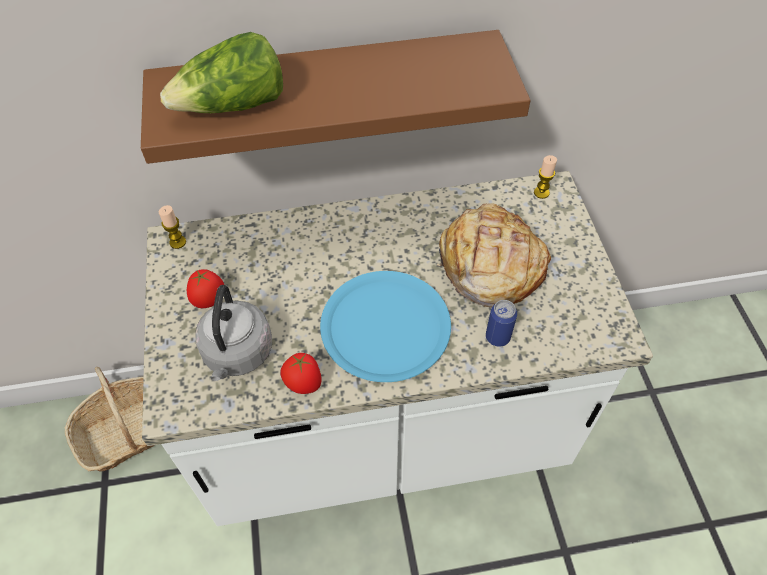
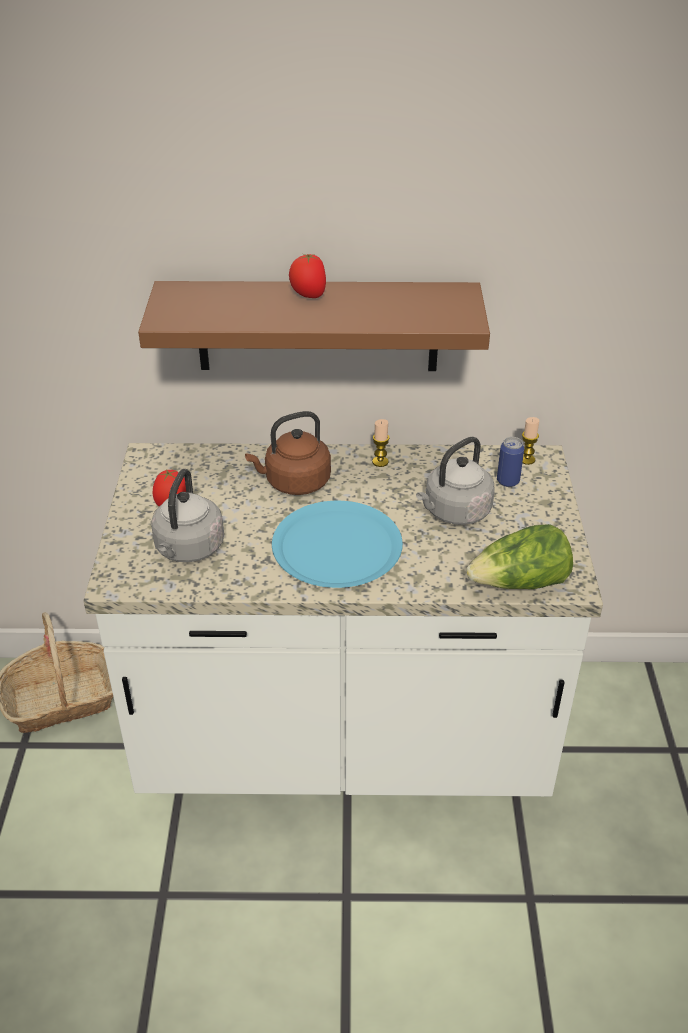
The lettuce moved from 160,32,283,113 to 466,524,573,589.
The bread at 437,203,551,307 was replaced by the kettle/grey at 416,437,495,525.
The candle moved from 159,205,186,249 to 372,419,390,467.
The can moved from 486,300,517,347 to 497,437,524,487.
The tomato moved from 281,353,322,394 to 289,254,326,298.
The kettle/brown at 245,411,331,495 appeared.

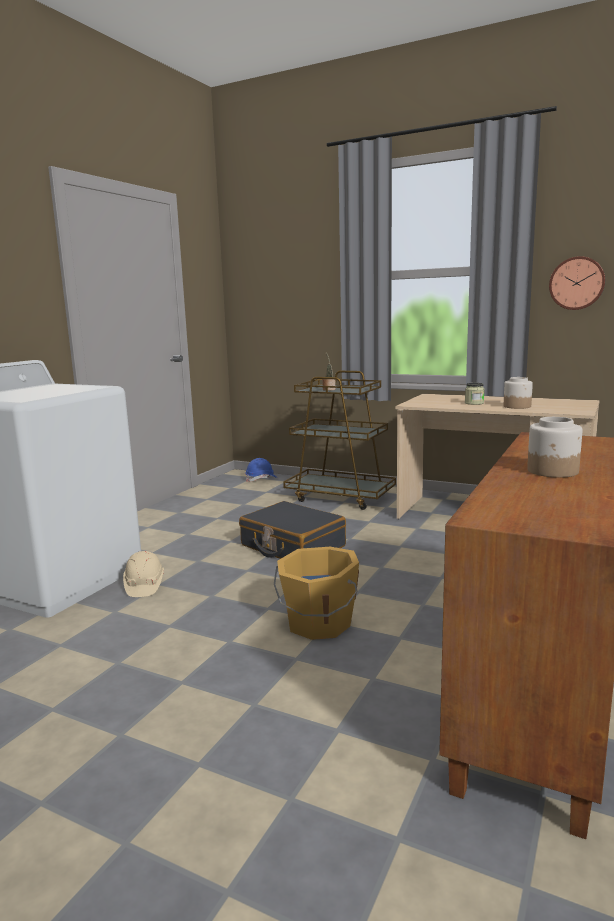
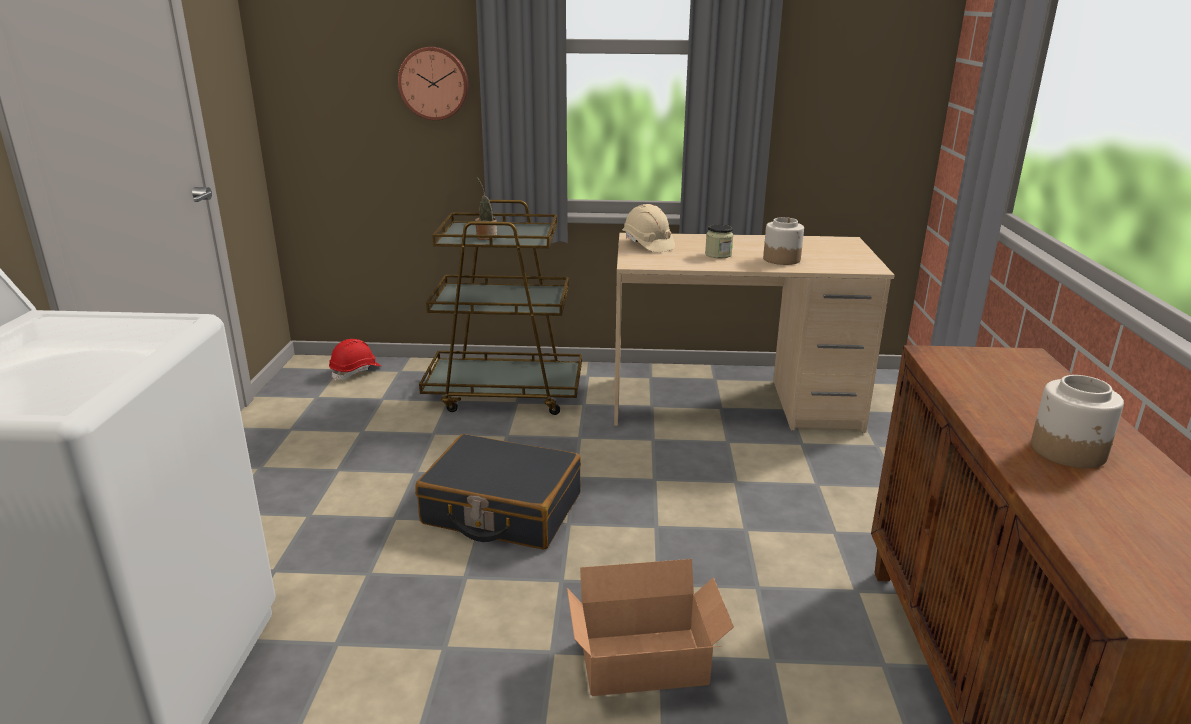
The wall clock moved from 549,256,605,310 to 398,47,469,120.
The hard hat/blue at 245,458,277,482 became the hard hat/red at 329,339,381,381.
The bucket/orange at 274,547,359,640 was replaced by the cardboard box at 567,559,734,696.
The hard hat/beige moved from 123,551,164,597 to 622,204,675,252.

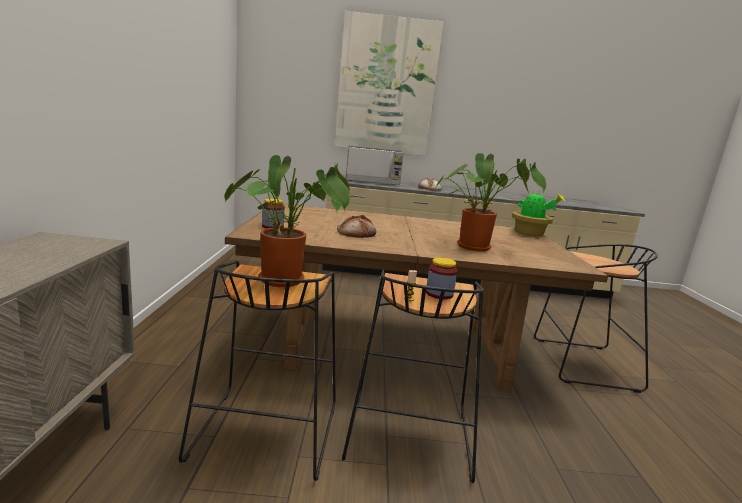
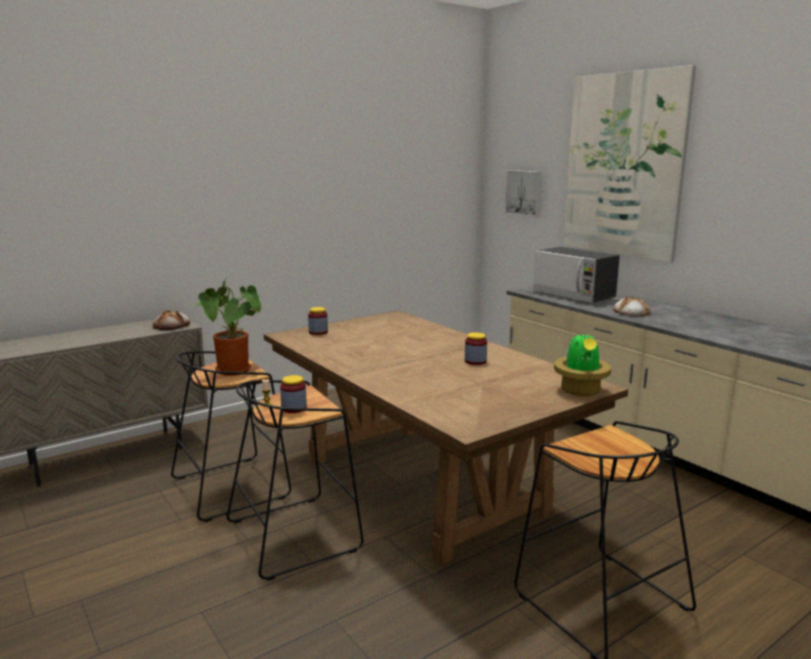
The potted plant at 436,153,546,252 disappeared.
The bread moved from 337,215,377,238 to 153,310,190,330.
The picture at 505,170,542,217 appeared.
The jar at 465,332,487,365 appeared.

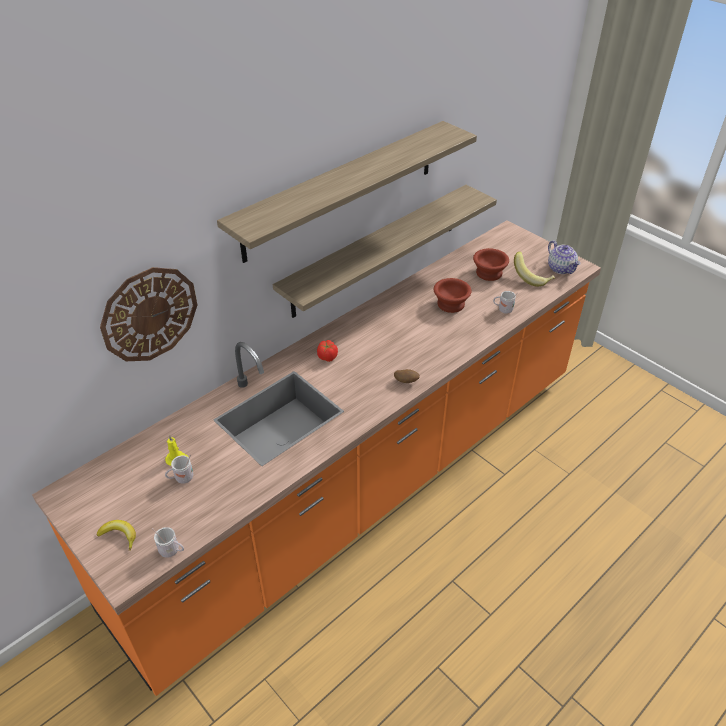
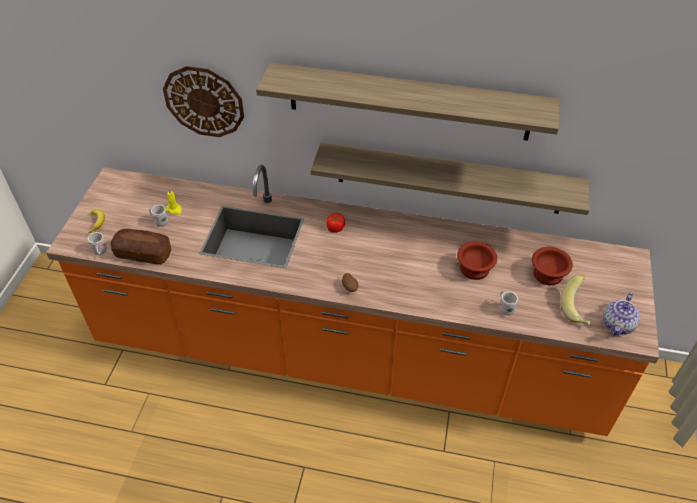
The bread at 111,229,171,264 appeared.

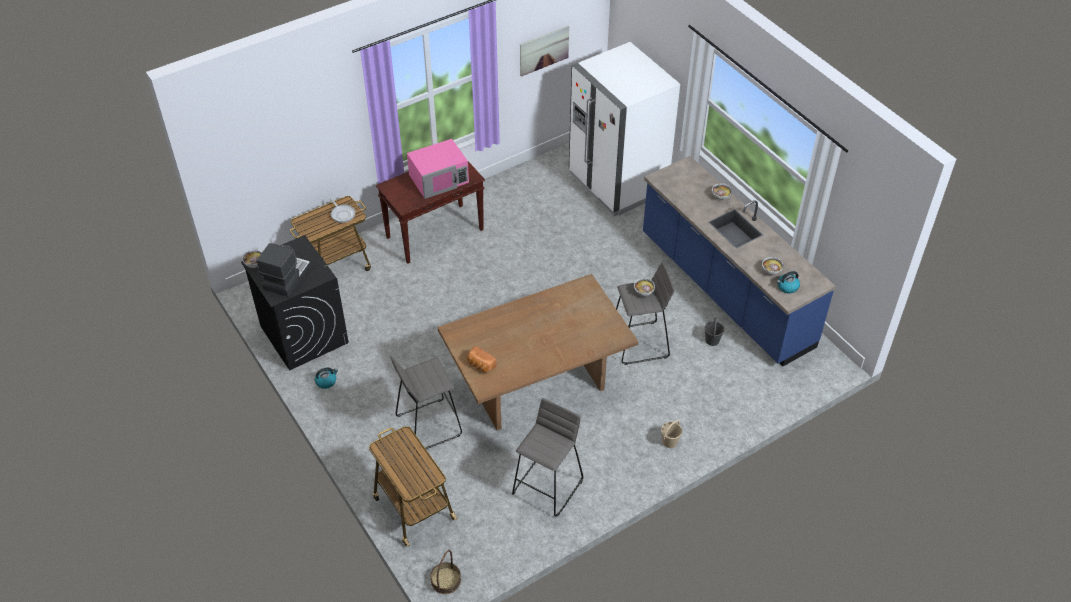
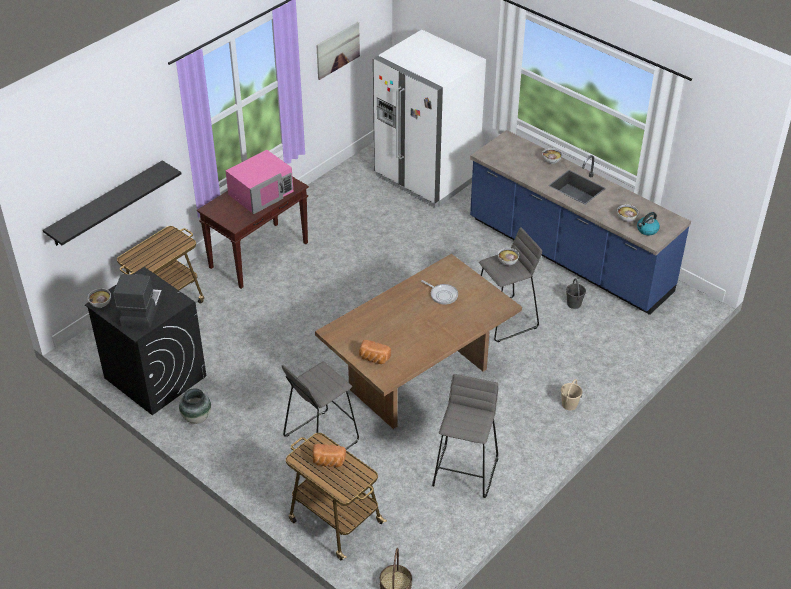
The frying pan moved from 330,198,355,223 to 421,280,458,305.
The kettle at 315,368,338,389 was replaced by the vase at 179,388,211,424.
The shelf/black at 43,160,181,246 appeared.
The bread at 313,444,346,467 appeared.

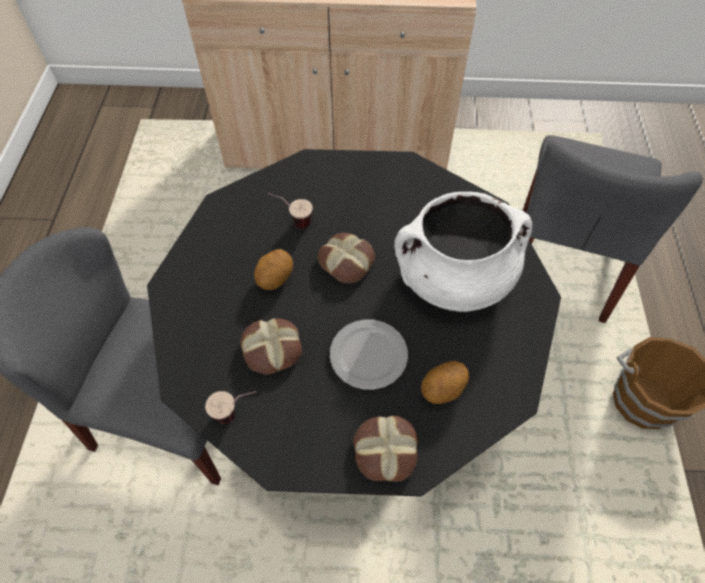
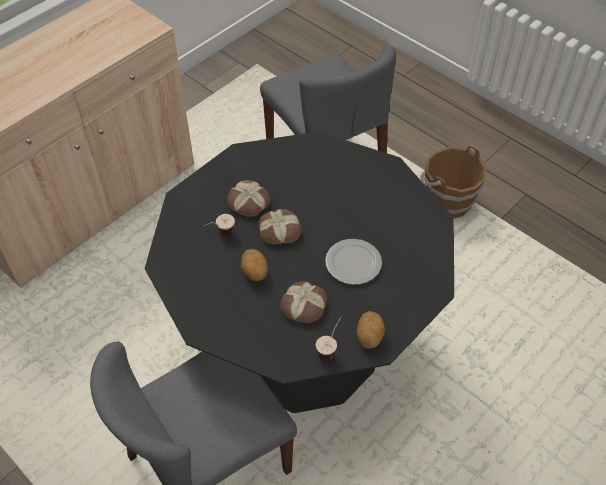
The cooking pot/white at 394,192,532,312 disappeared.
The potato moved from 421,361,469,404 to 356,311,385,349.
The bread moved from 353,416,418,482 to 227,180,270,217.

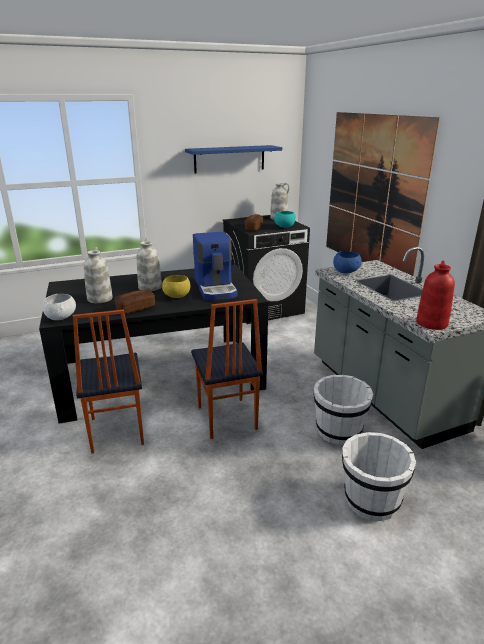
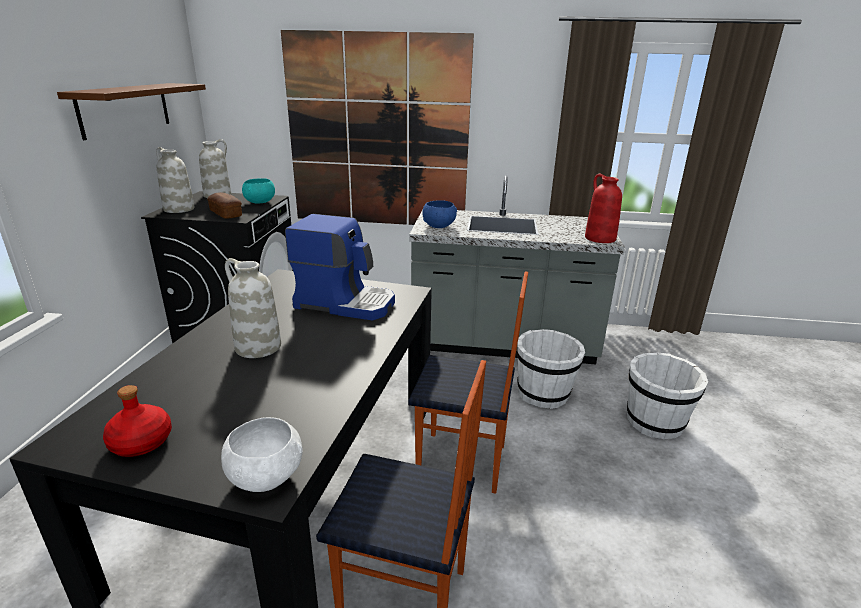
The shelf/blue at 185,145,282,174 became the shelf/brown at 57,83,206,140.
The vase/white moved from 84,247,113,303 to 156,147,195,213.
The bowl/yellow at 162,275,190,298 disappeared.
The bread at 115,290,155,314 disappeared.
The bottle/red at 103,385,172,457 appeared.

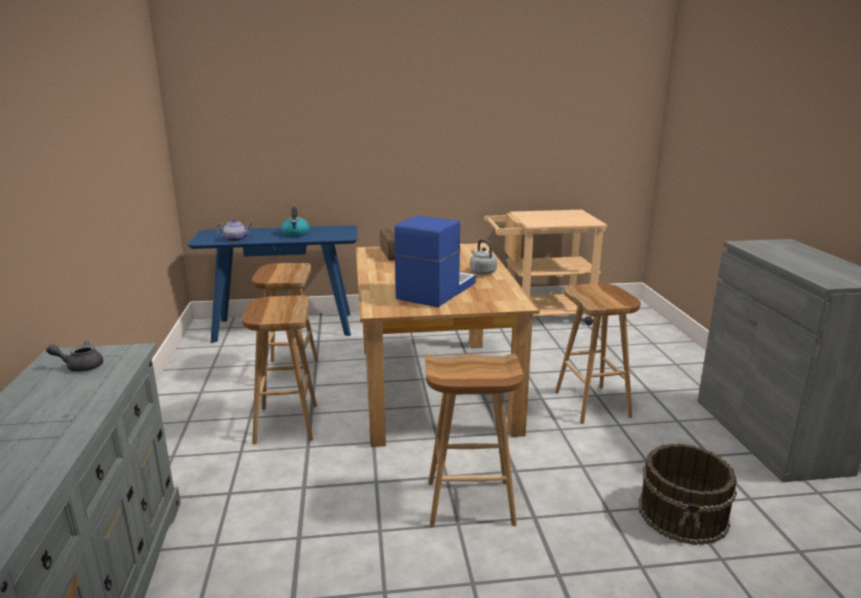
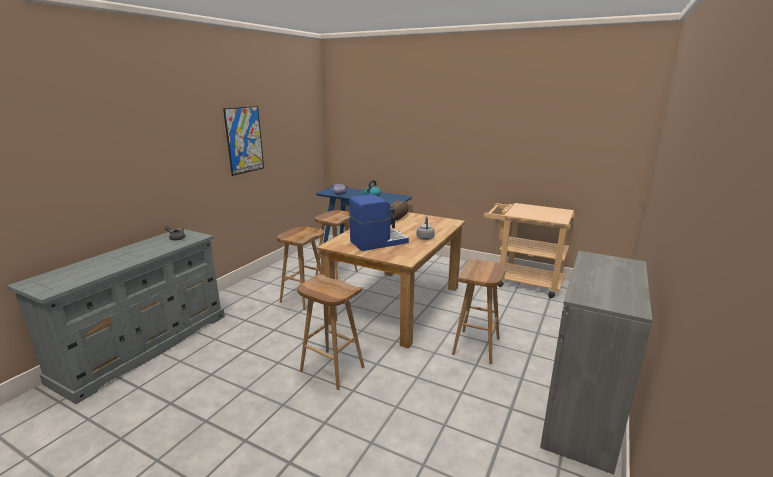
The bucket/brown at 639,443,737,545 disappeared.
The picture at 223,106,264,176 appeared.

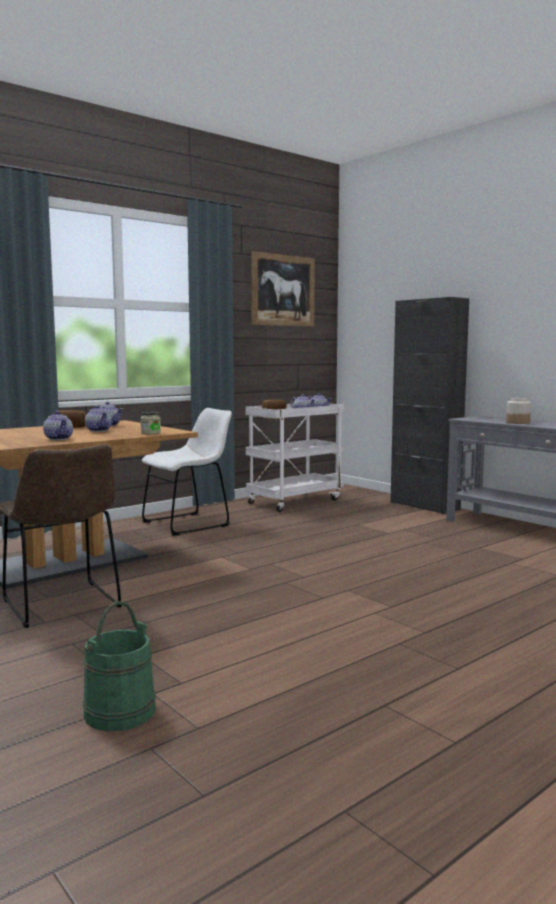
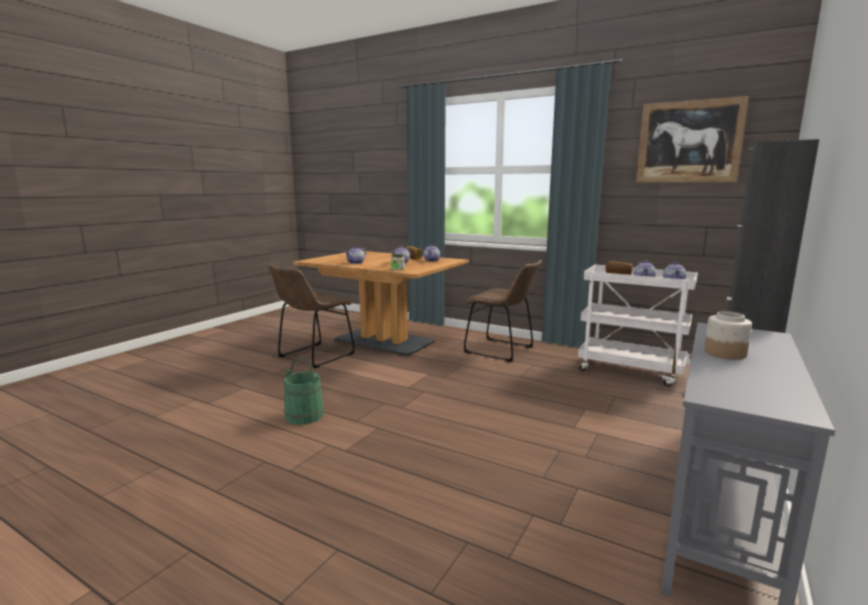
The chair/white at 142,408,232,535 became the chair/brown at 464,260,542,362.
The bucket/green moved from 83,601,156,731 to 284,356,324,425.

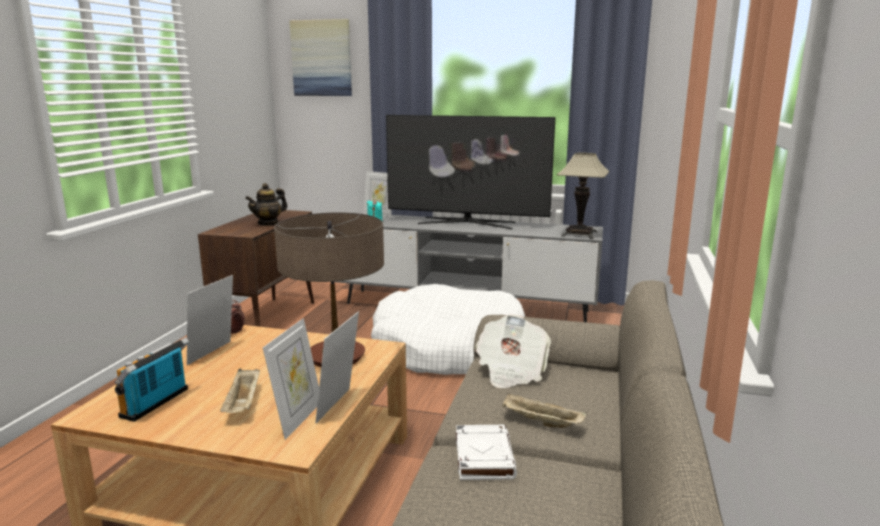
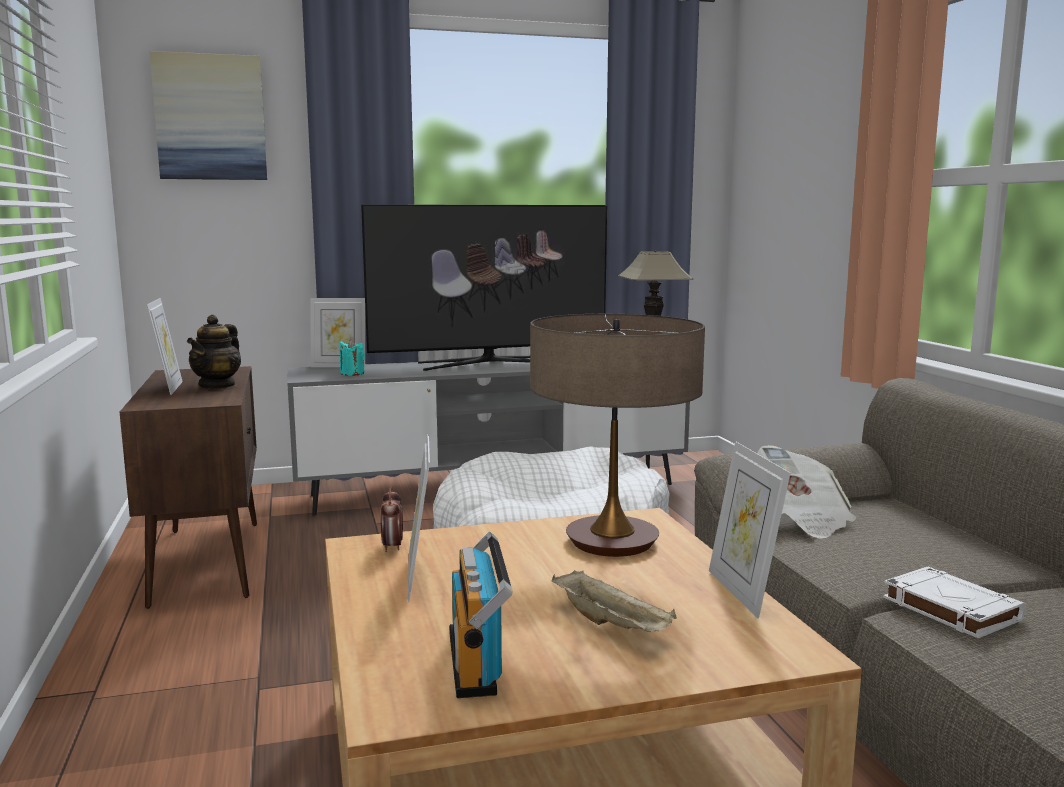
The picture frame moved from 263,318,319,440 to 146,298,183,395.
The tray/beige at 502,393,587,428 disappeared.

